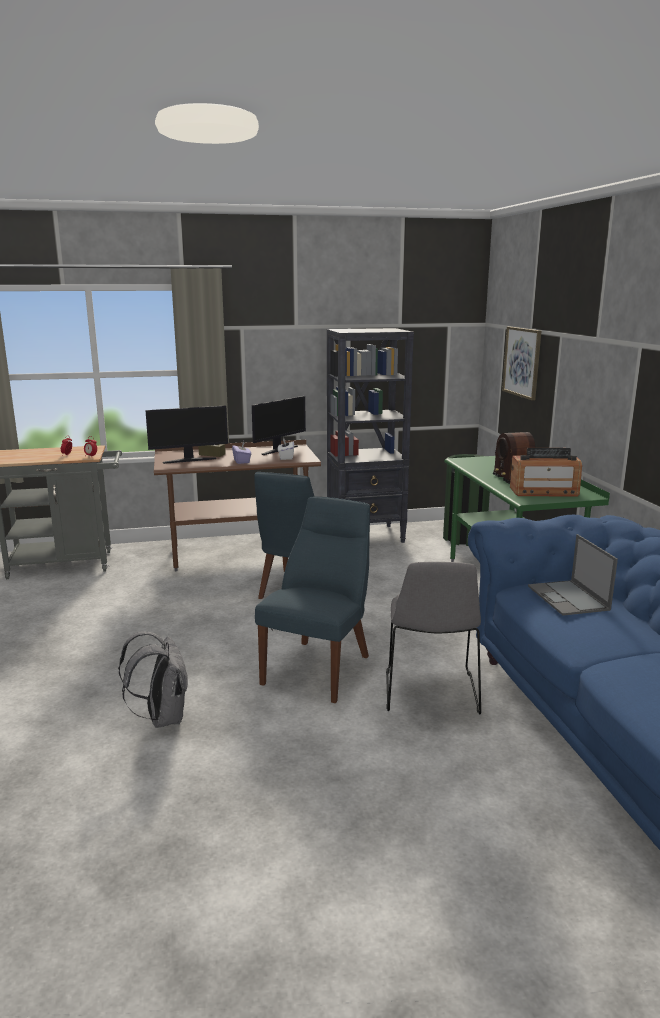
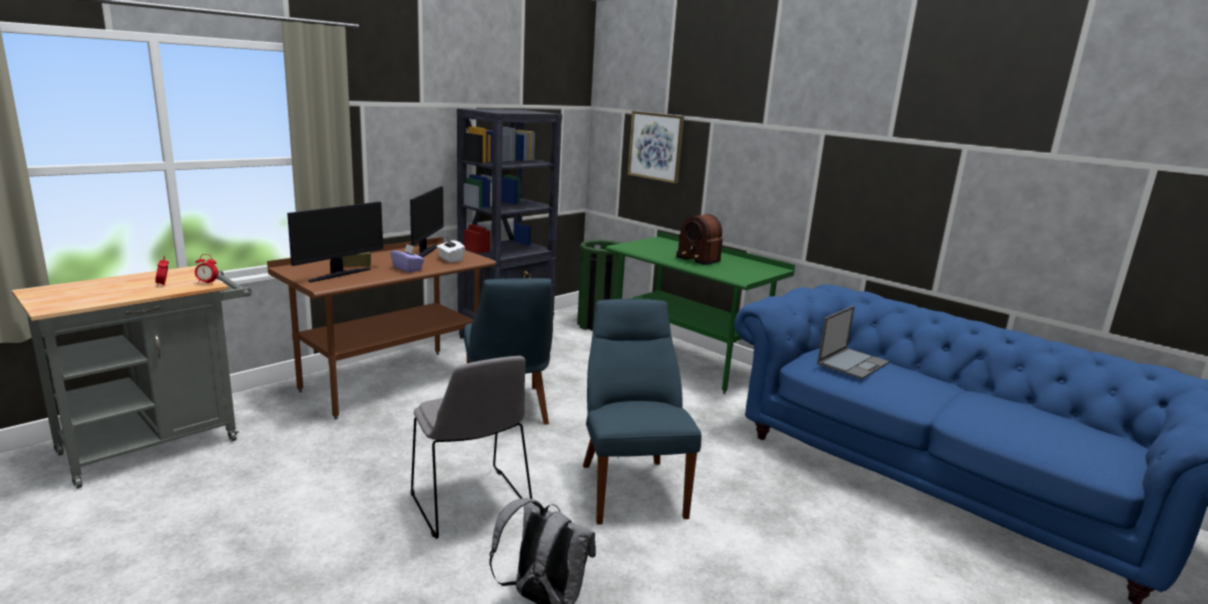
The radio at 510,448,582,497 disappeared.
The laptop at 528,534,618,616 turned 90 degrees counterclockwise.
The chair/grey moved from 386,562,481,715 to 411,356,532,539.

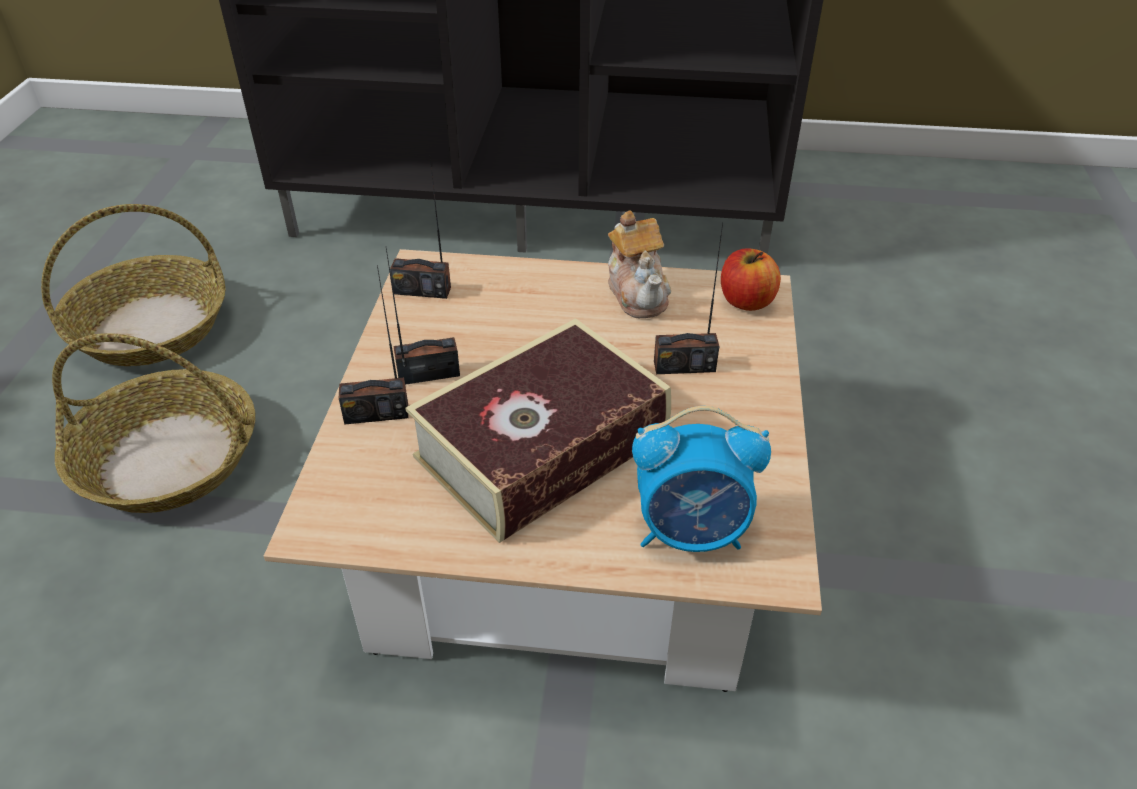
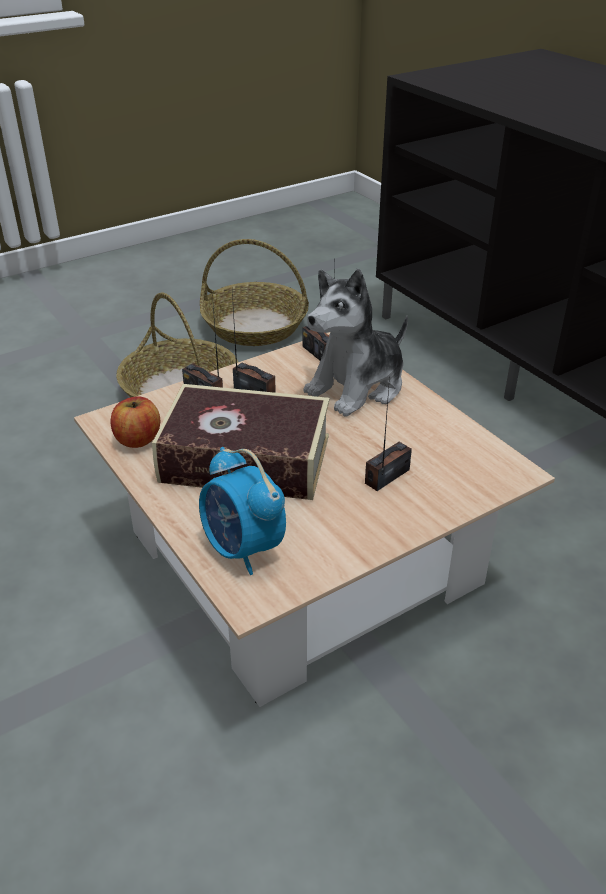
The teapot at 608,210,671,318 disappeared.
The radio at 654,223,723,374 turned 90 degrees clockwise.
The apple moved from 721,248,781,311 to 111,396,160,448.
The plush toy at 304,269,408,416 appeared.

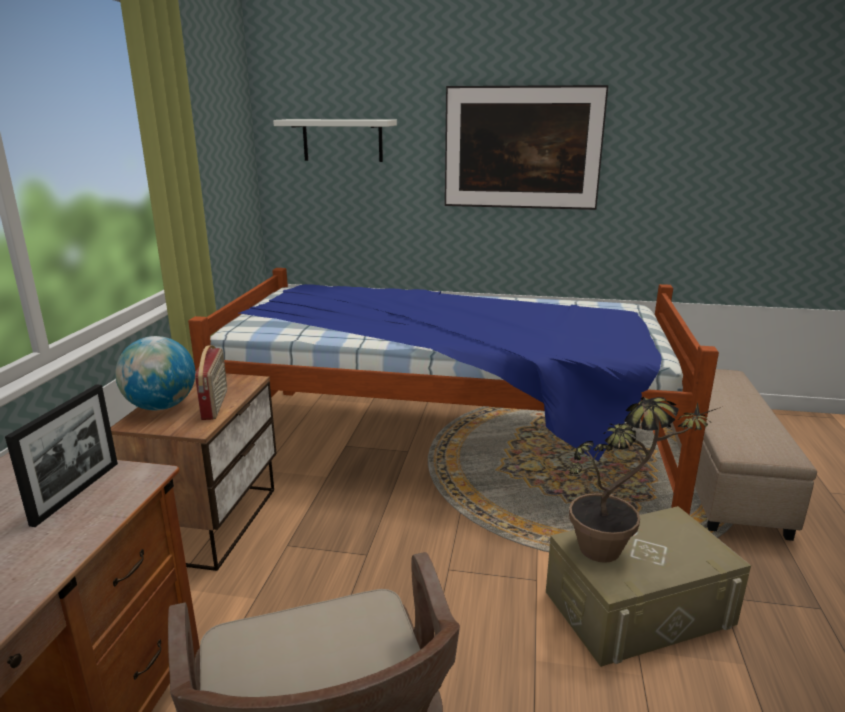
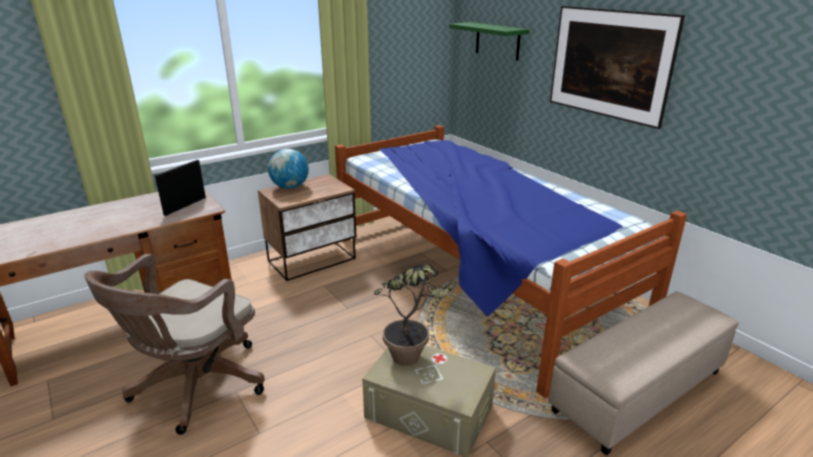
The shelf/white at 273,119,397,162 became the shelf/green at 449,22,530,61.
The radio at 195,345,227,420 disappeared.
The picture frame at 5,384,118,527 turned 150 degrees clockwise.

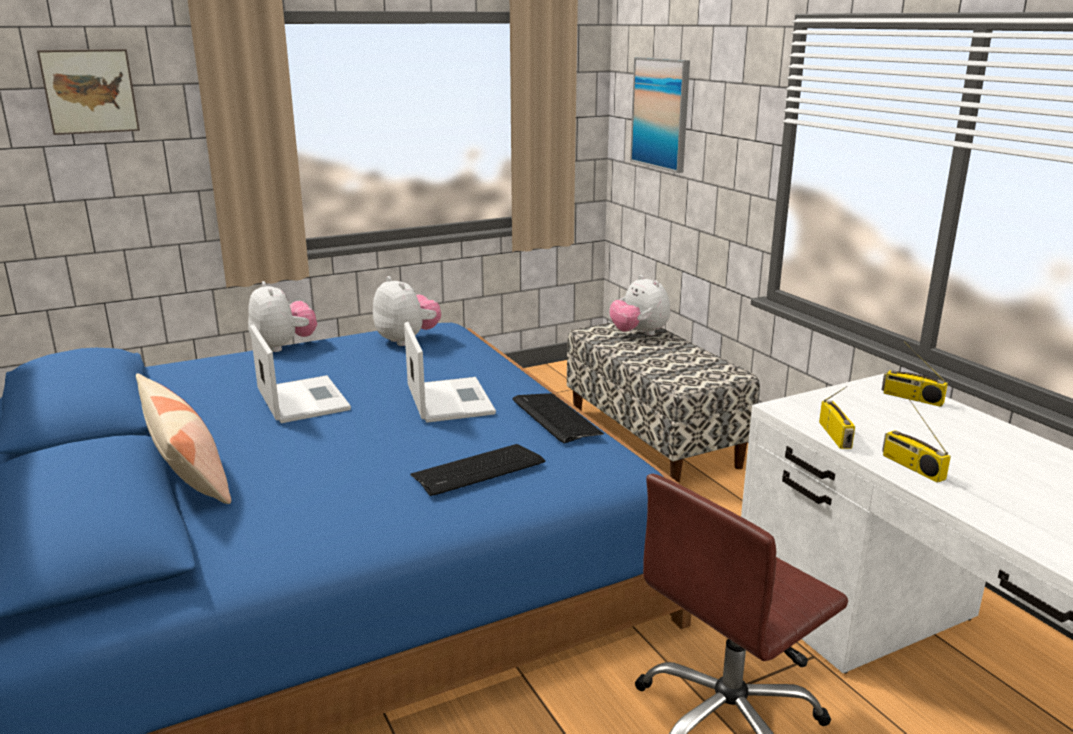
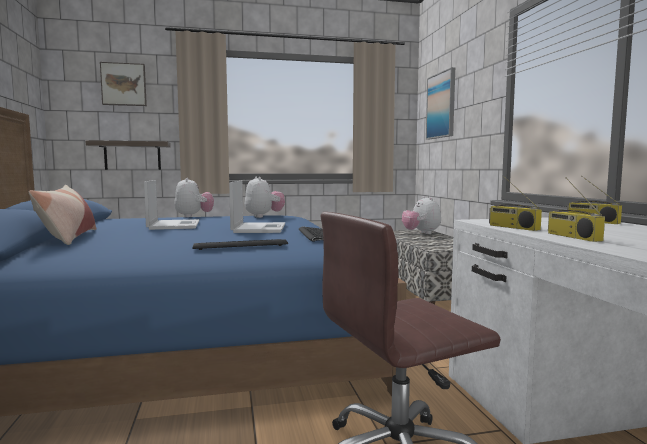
The radio at 819,386,855,449 turned 135 degrees clockwise.
The shelf at 86,140,171,170 appeared.

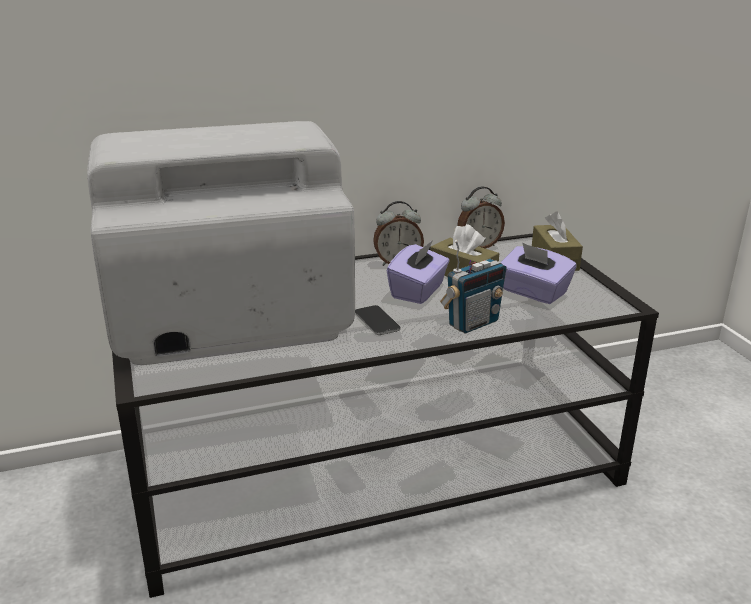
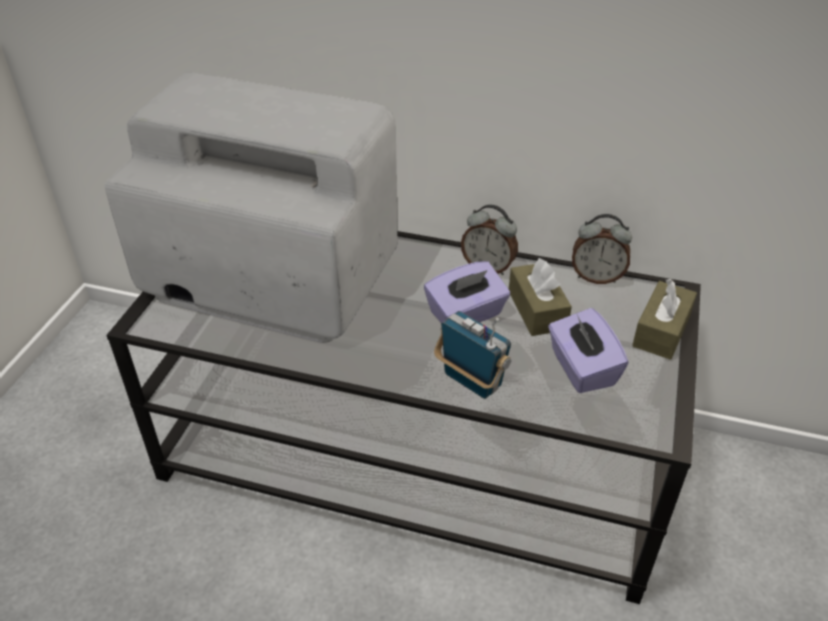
The radio at 440,240,507,333 turned 135 degrees counterclockwise.
The phone at 355,305,401,335 disappeared.

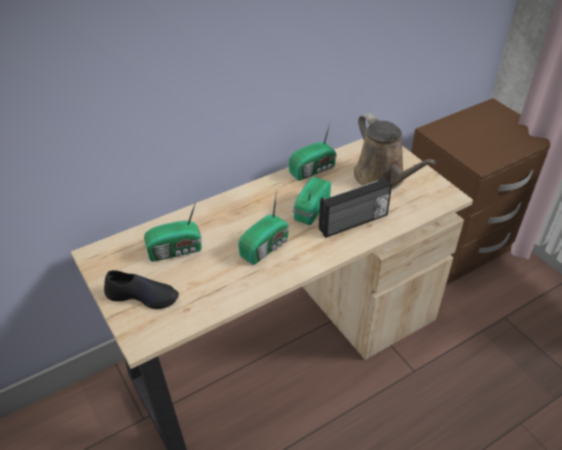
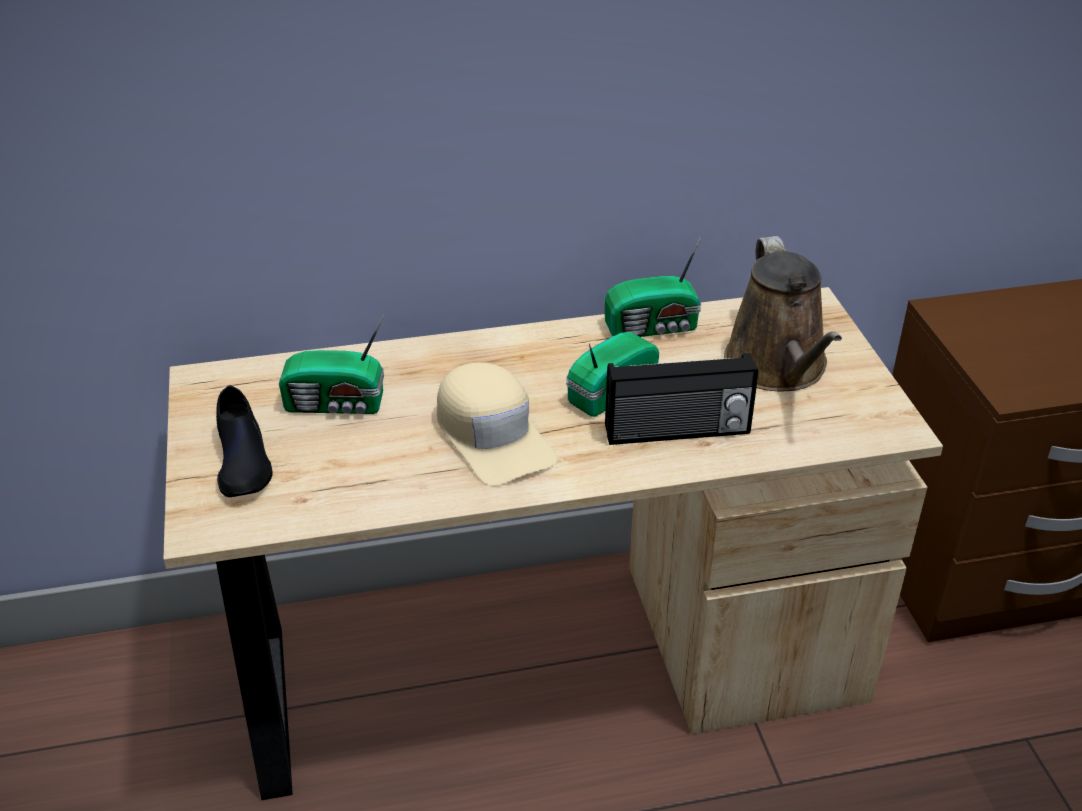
The radio at 238,189,289,265 was replaced by the cap/beige at 437,362,557,486.
The shoe/black at 104,270,179,309 turned 45 degrees clockwise.

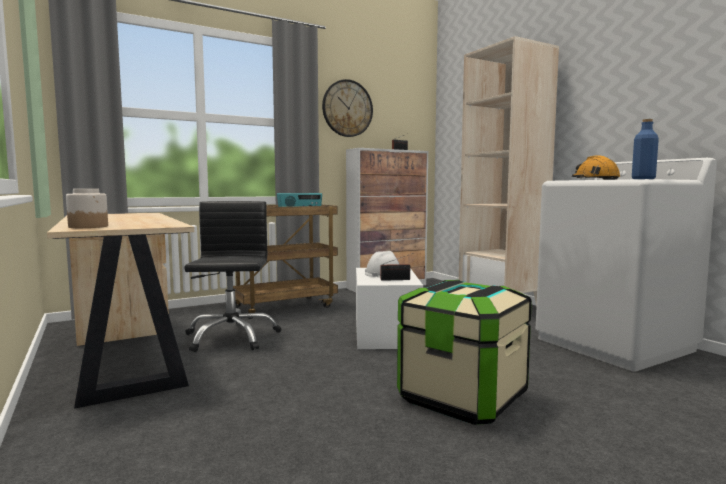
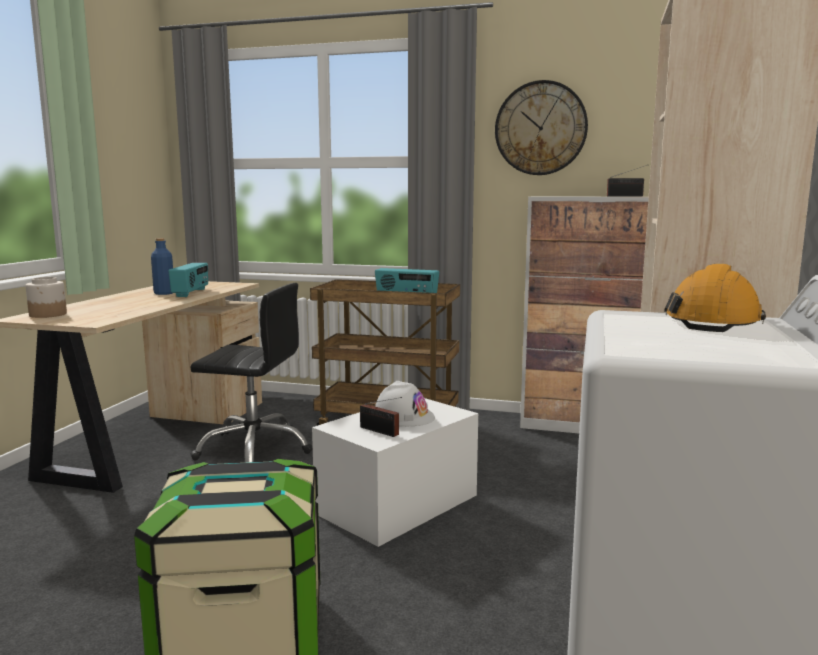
The bottle/blue moved from 632,119,659,179 to 151,238,173,295.
The office chair/black at 184,201,281,352 turned 60 degrees clockwise.
The radio at 169,263,208,297 appeared.

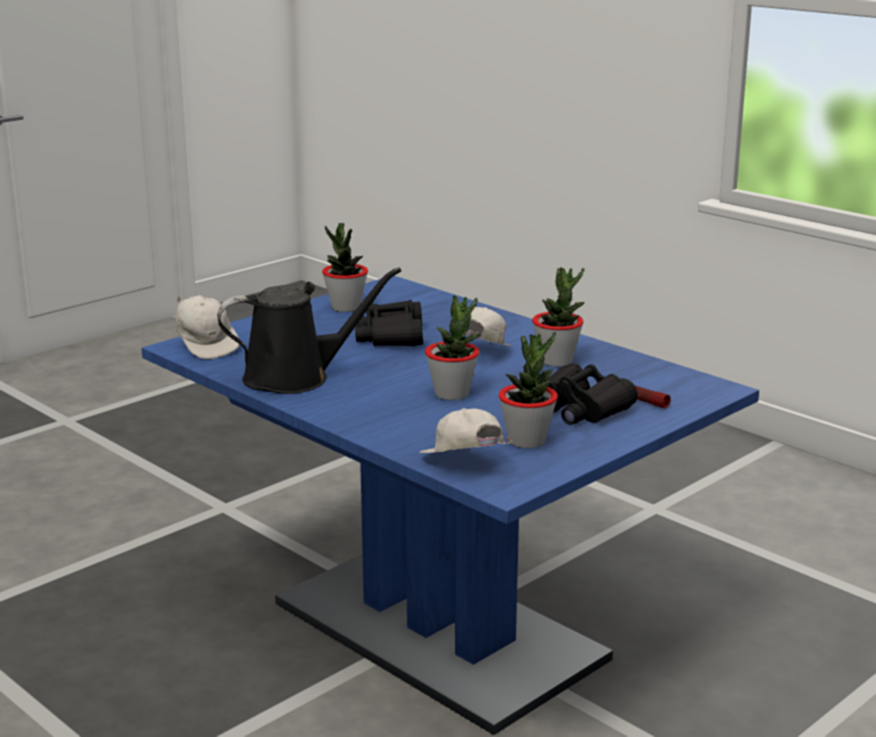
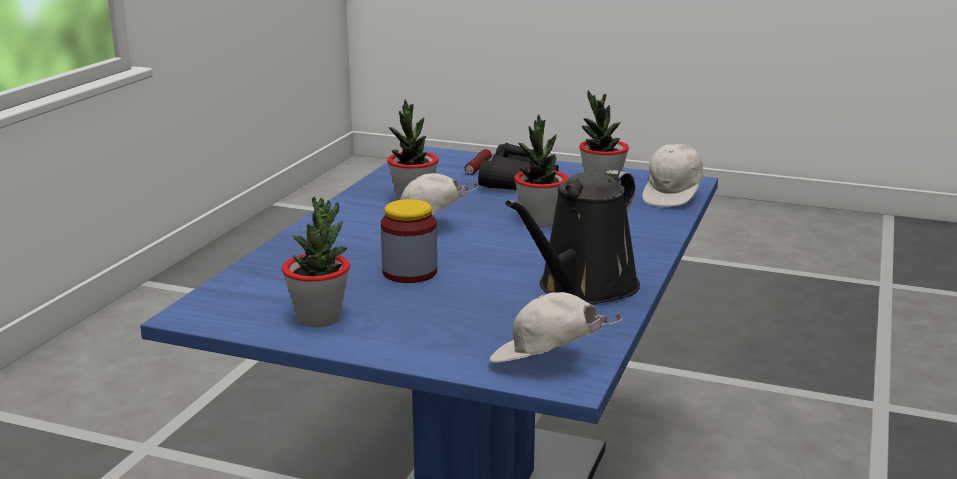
The watering can/black at 218,267,401,394 turned 105 degrees counterclockwise.
The cap/white at 175,295,240,359 turned 105 degrees counterclockwise.
The binoculars/black at 355,300,423,346 was replaced by the jar at 381,199,437,283.

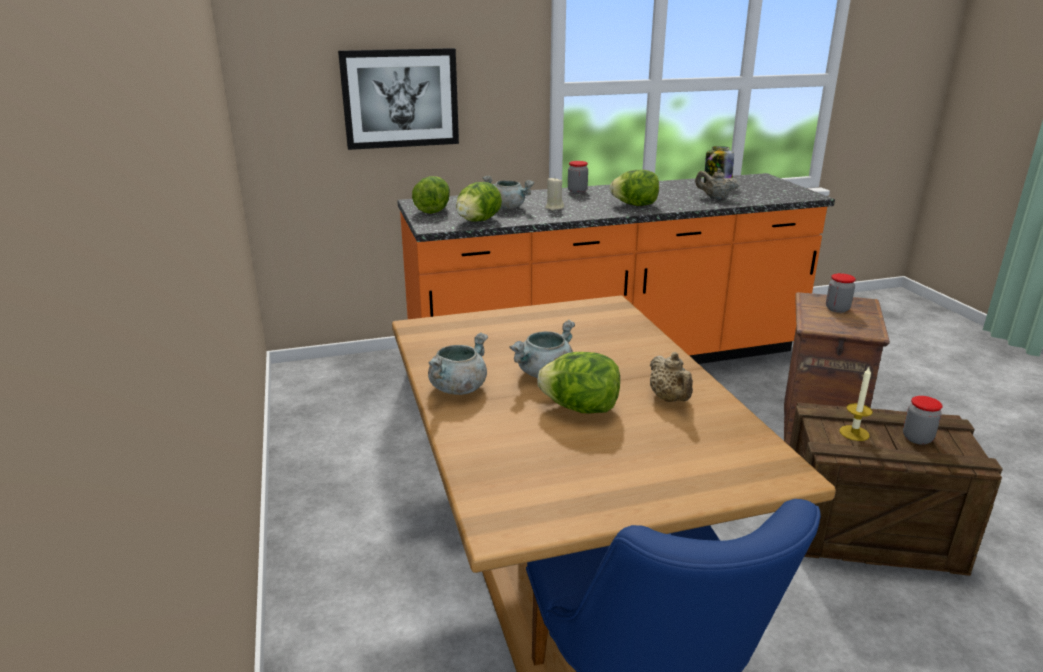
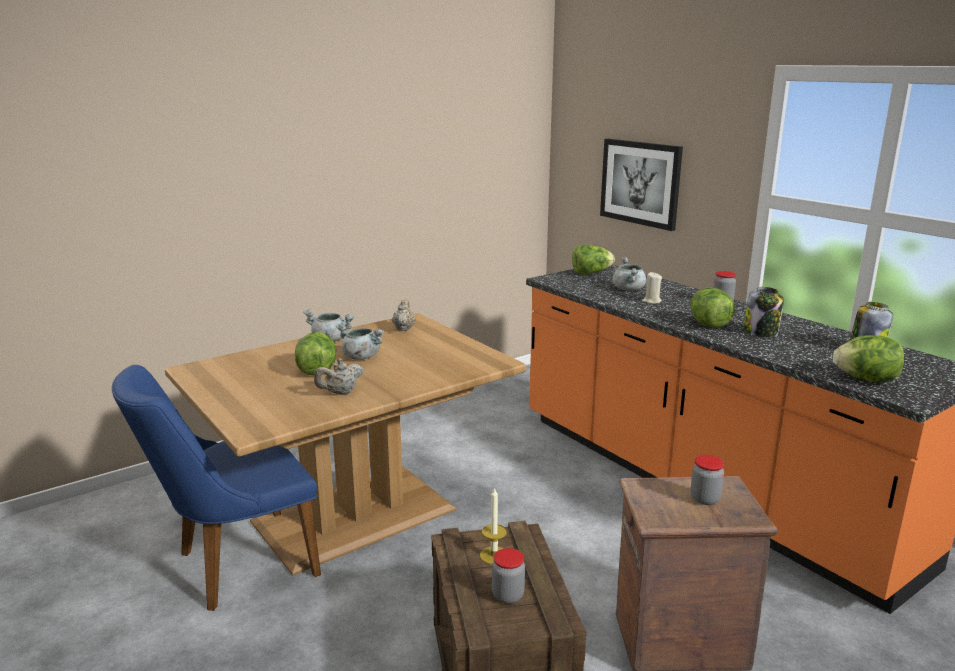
The teapot/beige moved from 695,168,739,200 to 392,299,416,331.
The lettuce moved from 456,182,502,222 to 833,335,904,382.
The jar at 744,287,784,337 appeared.

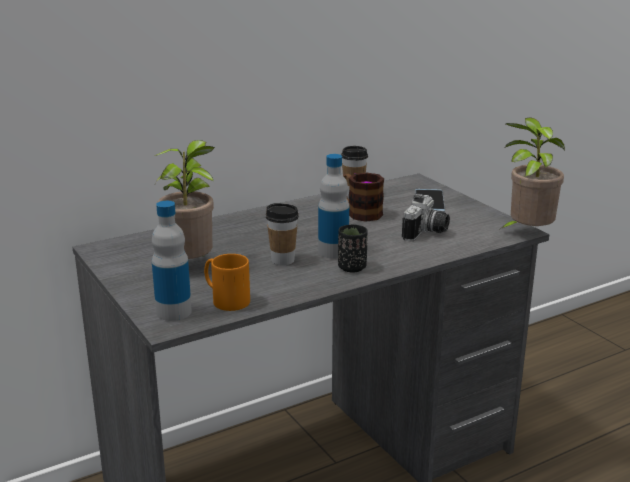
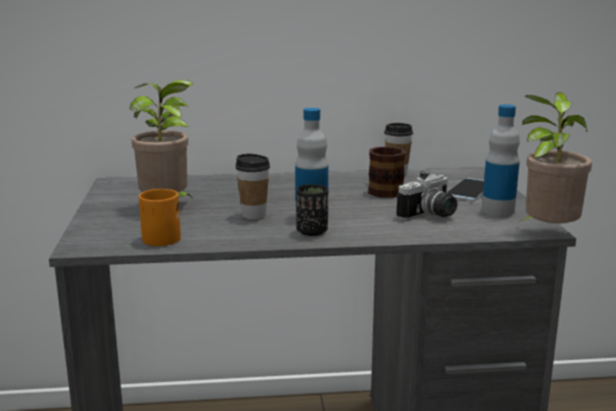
The bottle moved from 152,201,192,321 to 482,104,520,217.

